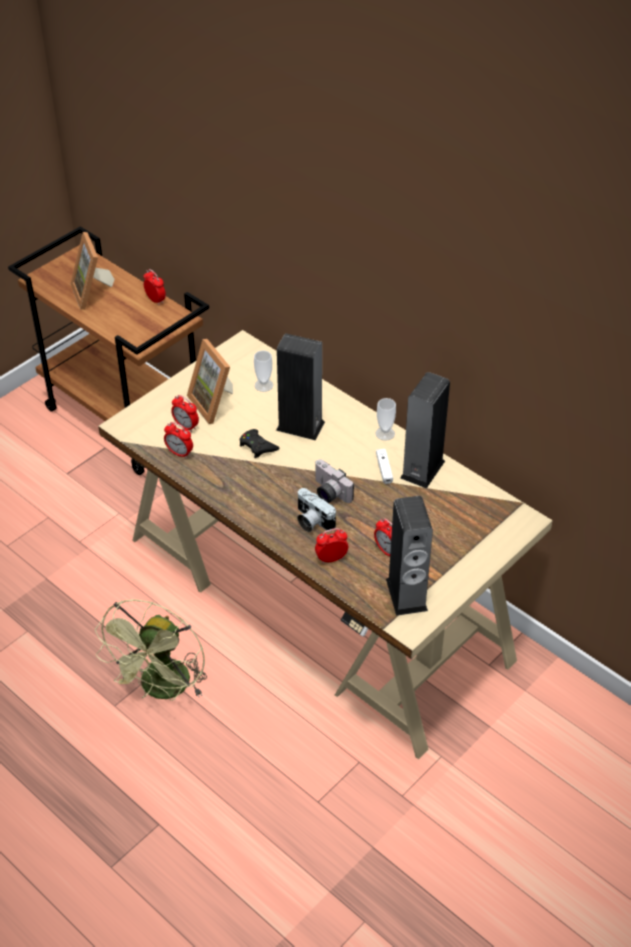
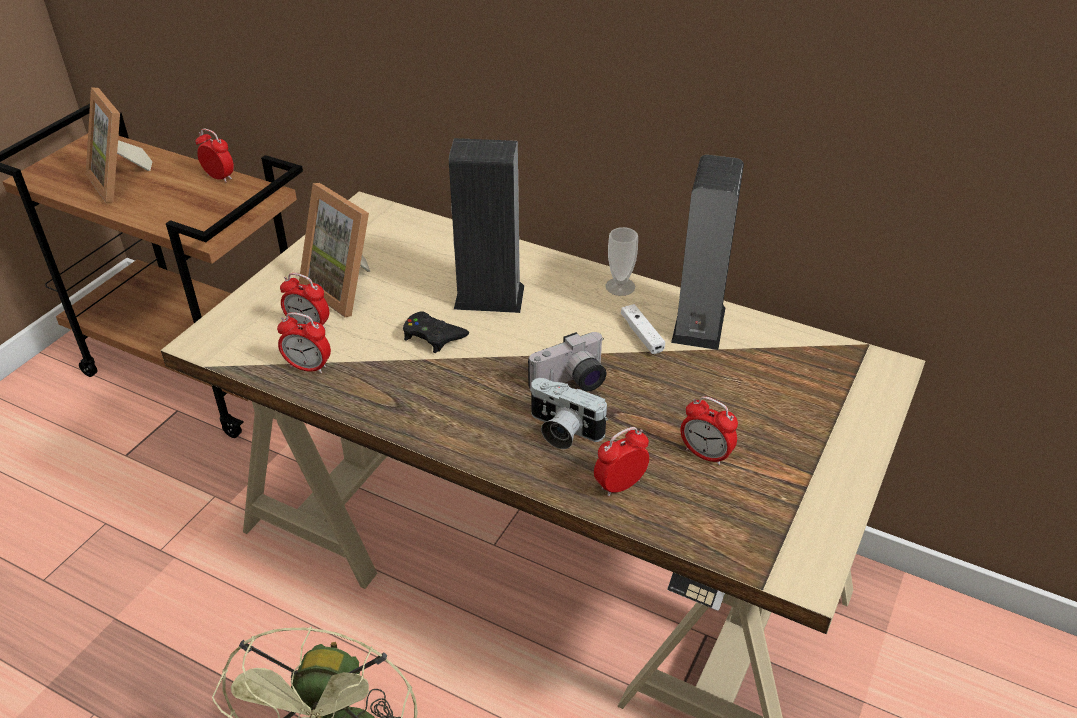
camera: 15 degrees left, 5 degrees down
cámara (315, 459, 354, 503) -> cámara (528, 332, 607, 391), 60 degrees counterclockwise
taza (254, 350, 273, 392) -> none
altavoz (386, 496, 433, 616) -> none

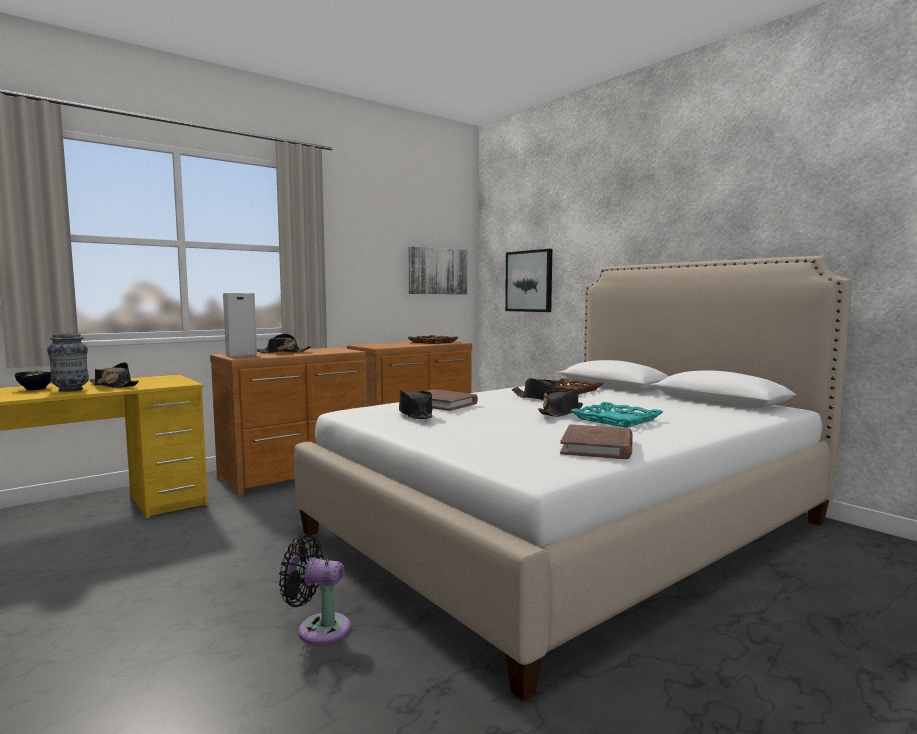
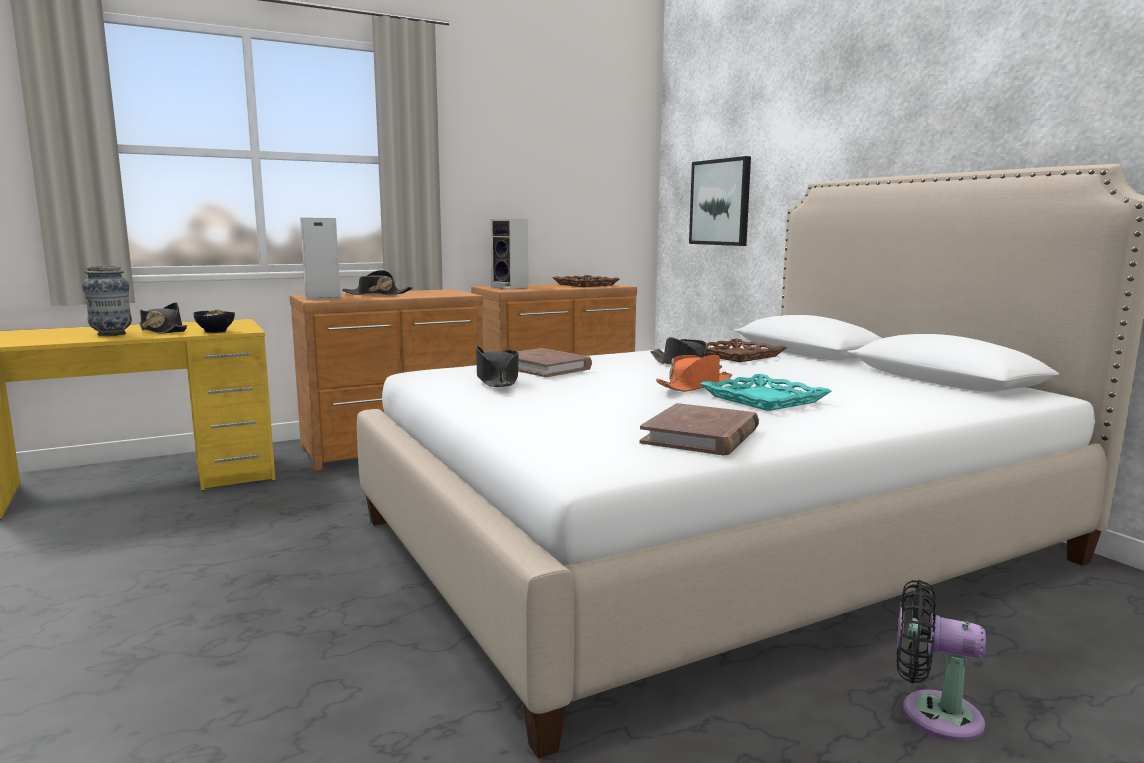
camera: 10 degrees right, 5 degrees up
cuenco (15, 370, 51, 390) -> cuenco (193, 310, 235, 333), shifted
none -> altavoz (490, 220, 528, 289)
sombrero/negro (538, 389, 583, 417) -> sombrero/naranja (656, 355, 732, 392)
ventilador/negro (279, 534, 351, 645) -> ventilador/negro (897, 580, 986, 742), shifted
cuadro (408, 246, 467, 294) -> none

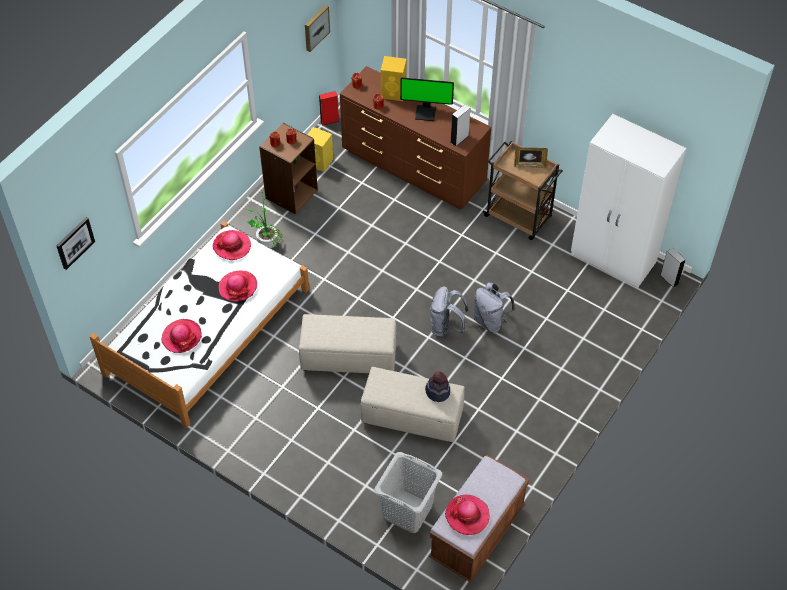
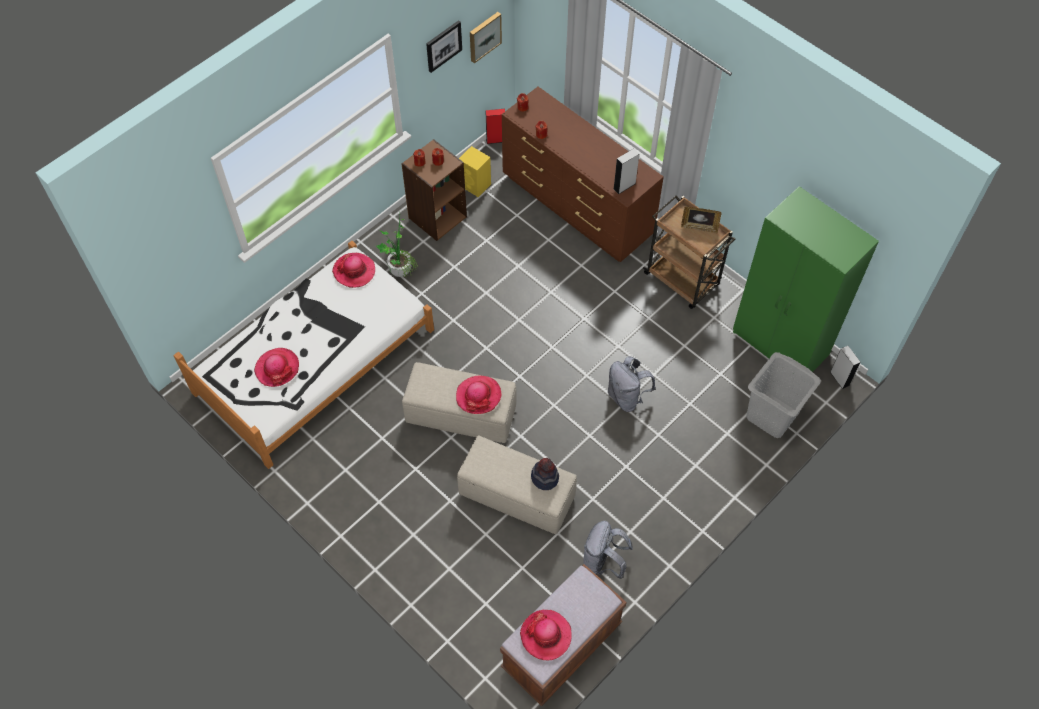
camera: 10 degrees right, 5 degrees up
cuadro (56, 217, 95, 270) -> cuadro (426, 20, 462, 73), shifted
sombrero (218, 271, 257, 301) -> sombrero (456, 376, 501, 414), shifted
mochila/gris (430, 286, 469, 337) -> mochila/gris (583, 521, 633, 579), shifted
armario ropero/blanco (571, 114, 686, 289) -> armario ropero/verde (733, 186, 879, 372)
cesto de la ropa/gris (374, 452, 442, 533) -> cesto de la ropa/gris (746, 352, 821, 438), shifted
altavoz/amarillo (381, 56, 406, 101) -> none
monitor (400, 77, 454, 121) -> none

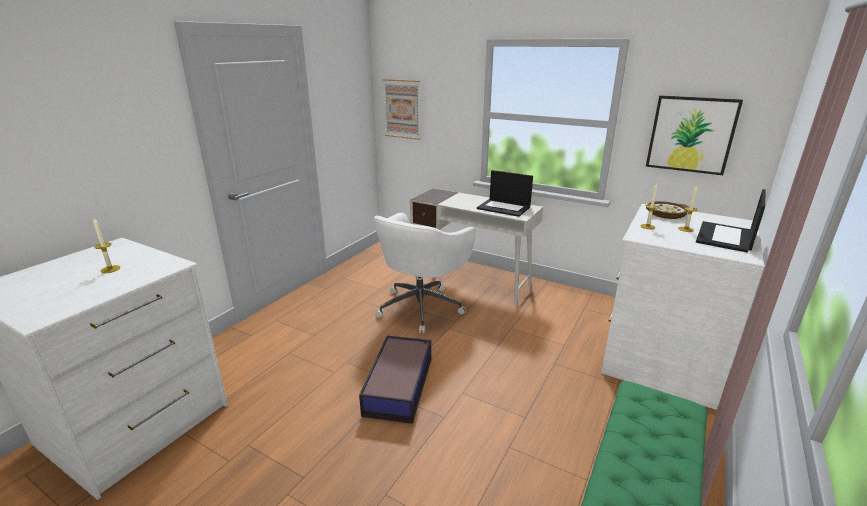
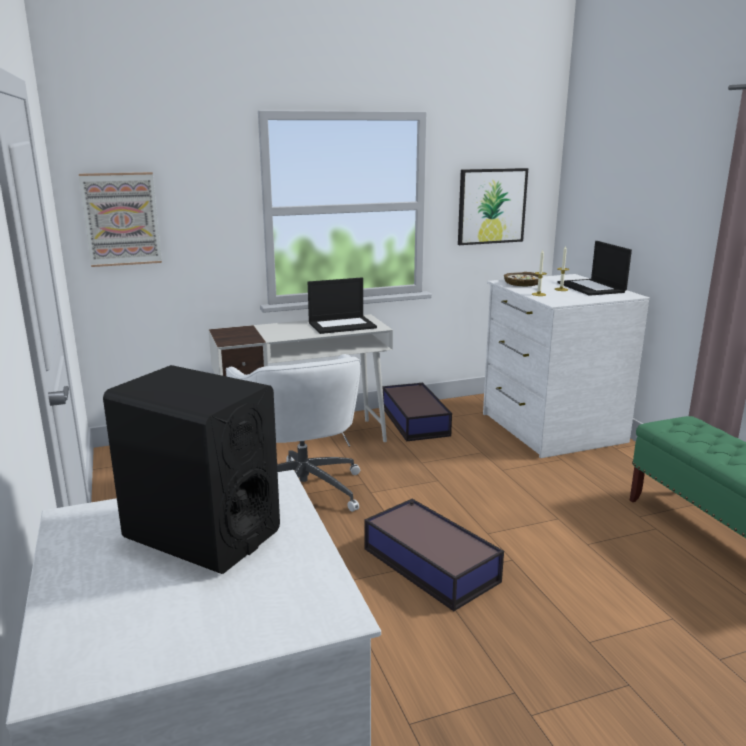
camera: 50 degrees left, 5 degrees down
vela (93, 218, 121, 273) -> altavoz/negro (103, 365, 280, 574)
none -> caja de almacenaje (382, 383, 452, 442)

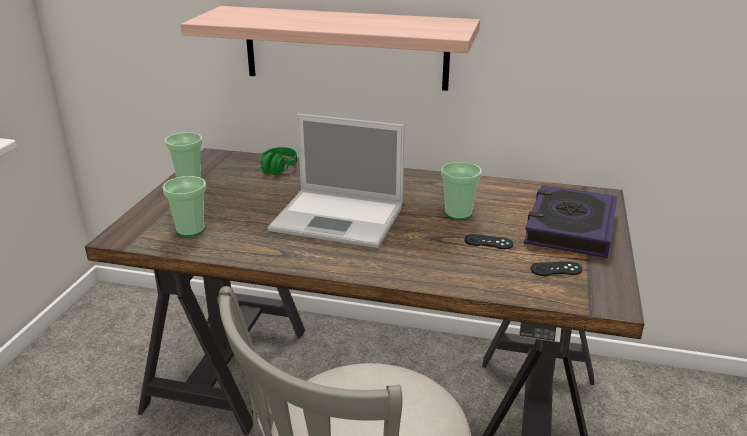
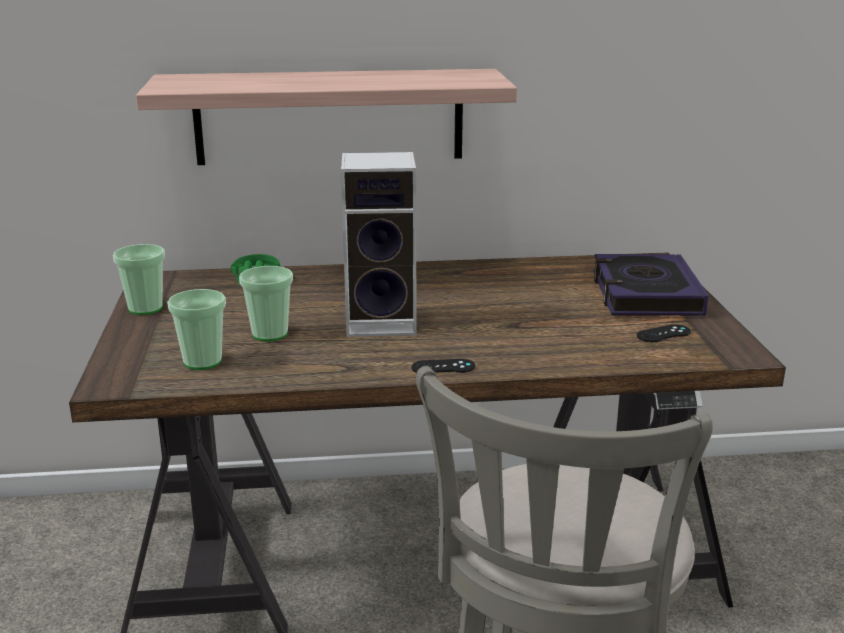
camera: 20 degrees left, 5 degrees down
taza (441, 162, 482, 220) -> taza (239, 266, 293, 341), shifted
portátil (267, 113, 405, 248) -> altavoz (341, 152, 417, 337)
mando de consola/negro (464, 234, 513, 249) -> mando de consola/negro (411, 359, 475, 373), shifted

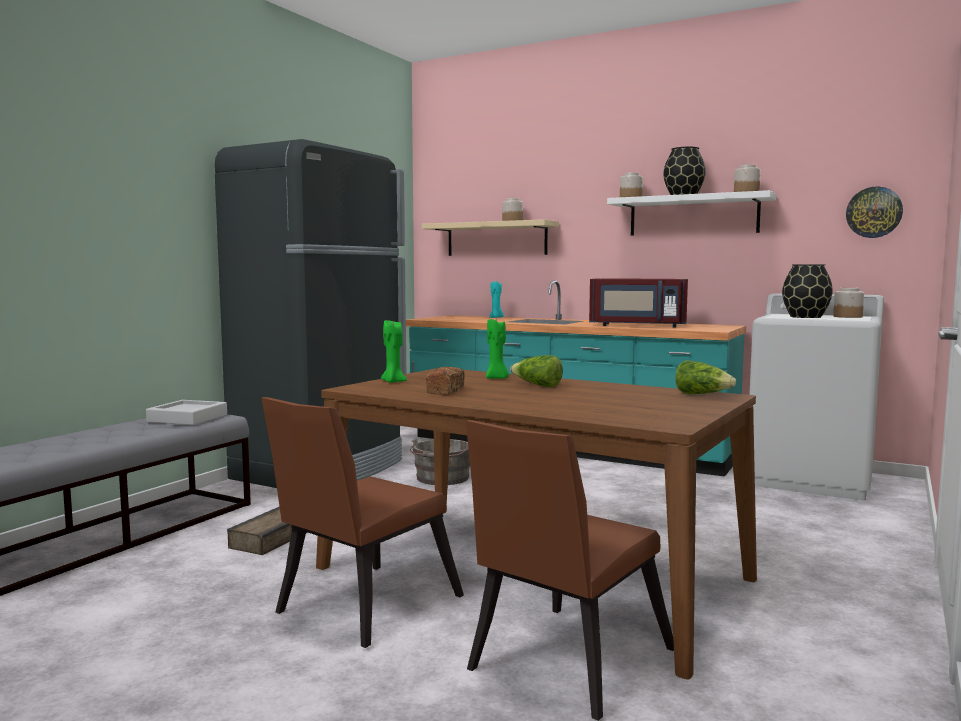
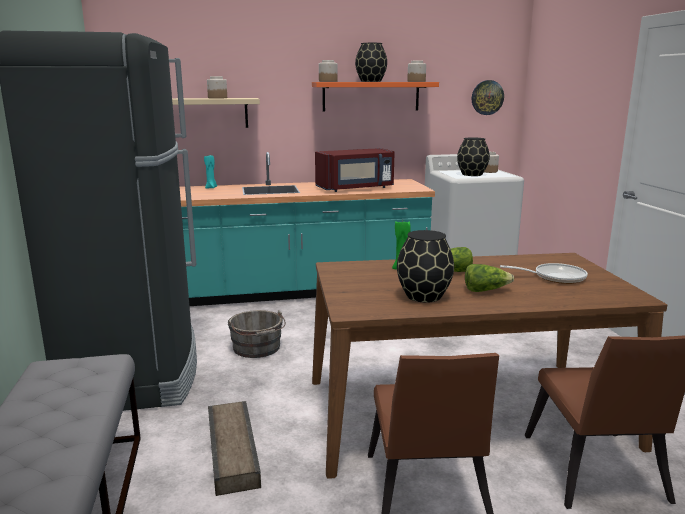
camera: 40 degrees left, 10 degrees up
estante/blanco (607, 190, 776, 236) -> estante/naranja (312, 82, 439, 111)
pan (426, 367, 465, 395) -> florero/negro (397, 230, 454, 303)
lechuga (676, 360, 736, 394) -> lechuga (465, 264, 514, 292), shifted
none -> sartén (500, 263, 588, 284)
bandeja/gris (146, 400, 227, 425) -> none
vela/verde (381, 320, 407, 383) -> none

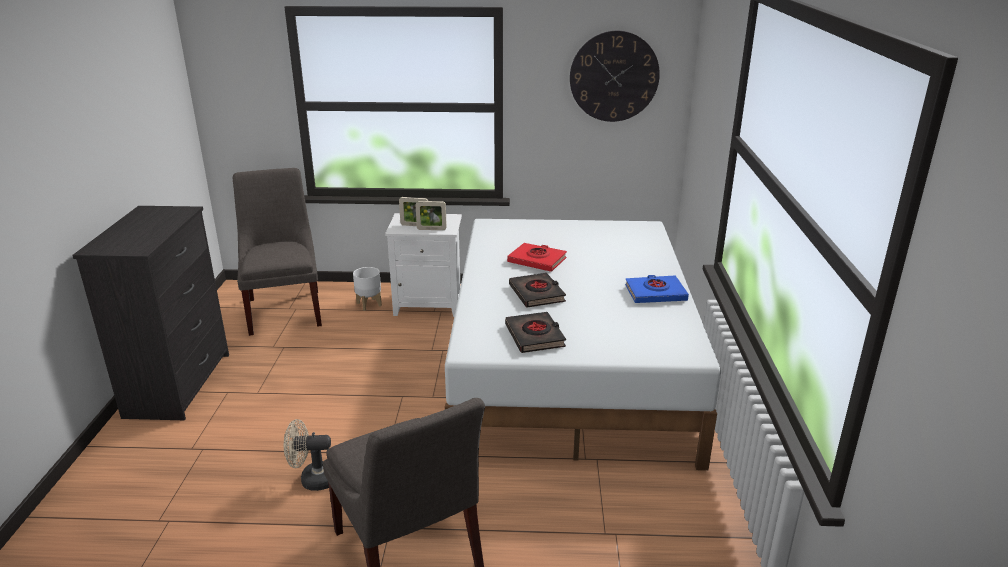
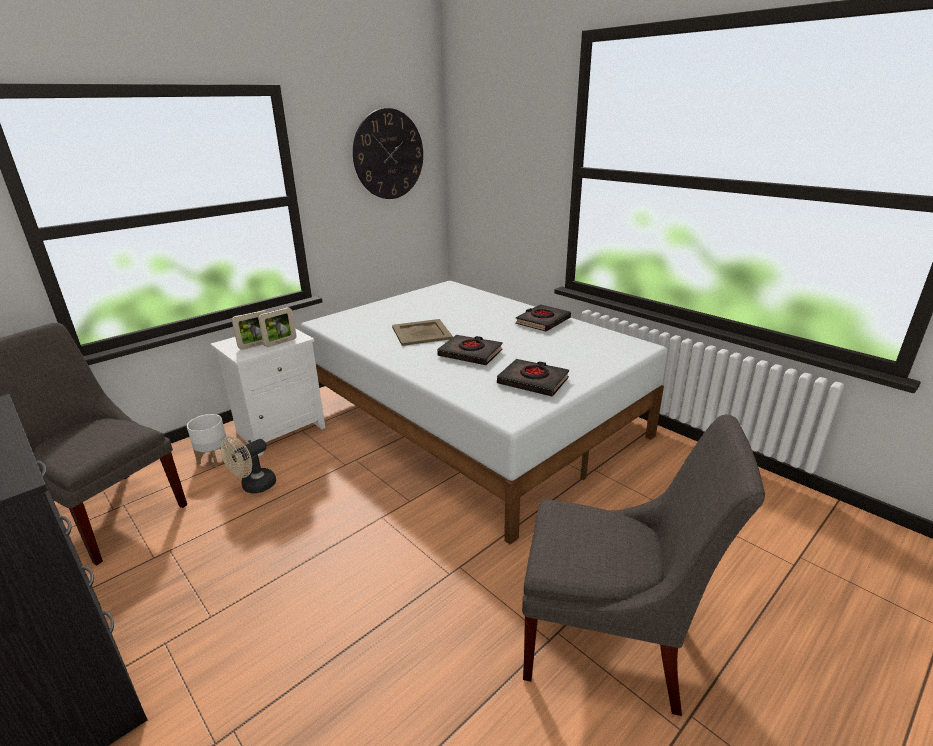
camera: 45 degrees left, 0 degrees up
ventilador/beis (284, 419, 331, 491) -> ventilador/beis (221, 436, 276, 494), shifted
libro/rojo (507, 243, 567, 272) -> bandeja/beis (392, 319, 453, 346)
libro/azul (625, 275, 689, 303) -> libro/negro (515, 304, 571, 332)

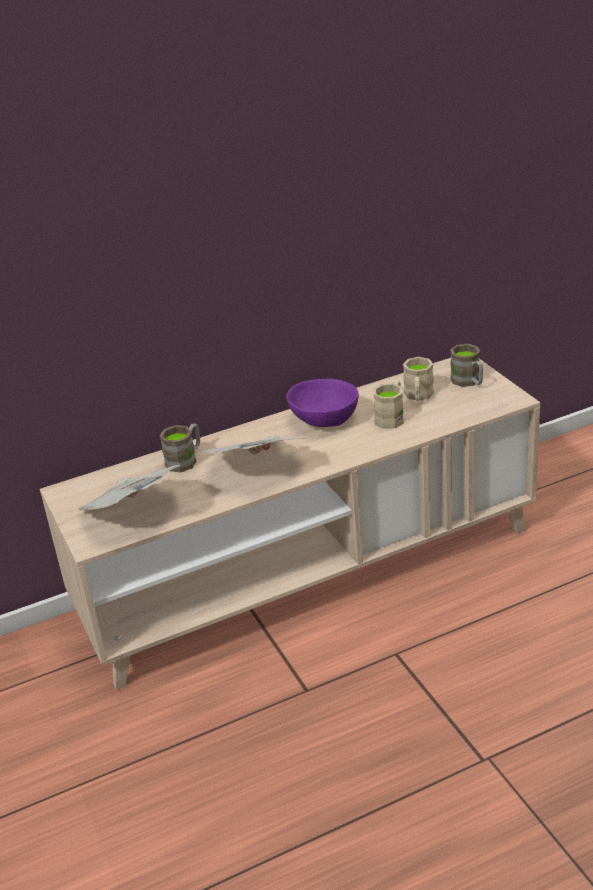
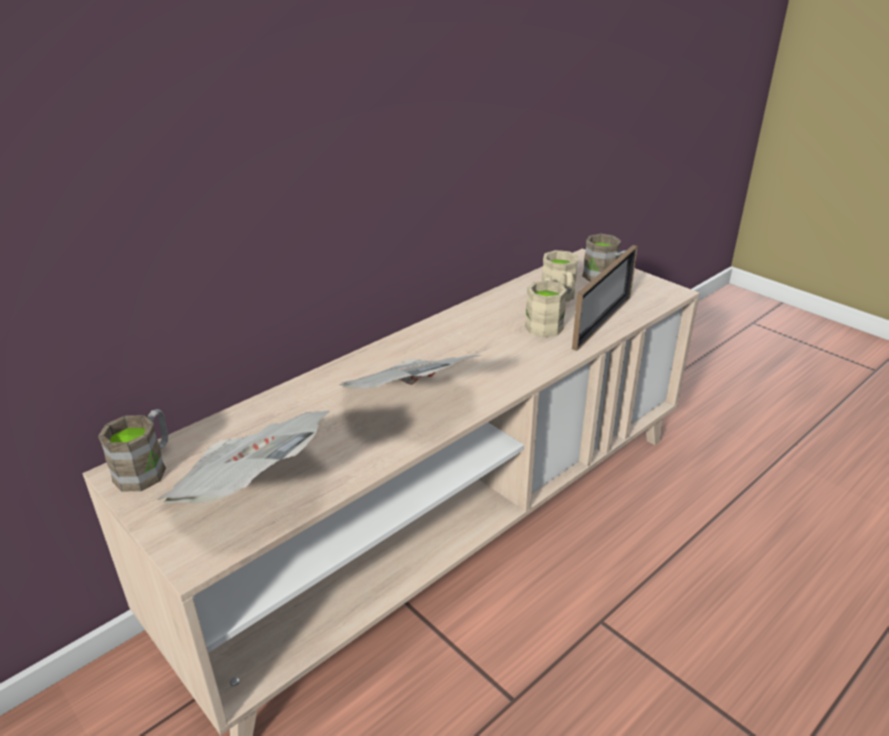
camera: 20 degrees left, 0 degrees up
taza grande/marrón (160, 423, 200, 472) -> taza grande/marrón (98, 409, 168, 492), shifted
none -> portarretratos (572, 245, 638, 351)
cuenco/morado (286, 379, 358, 427) -> none

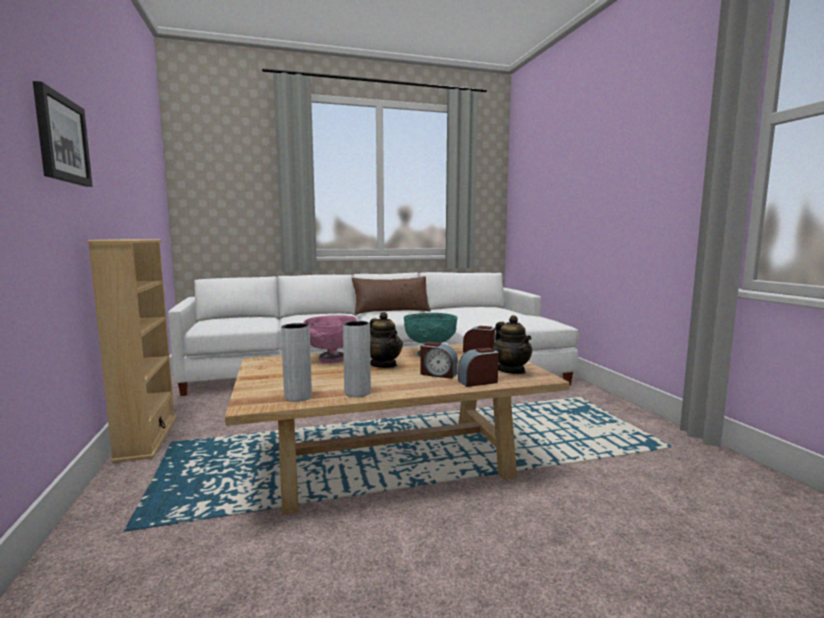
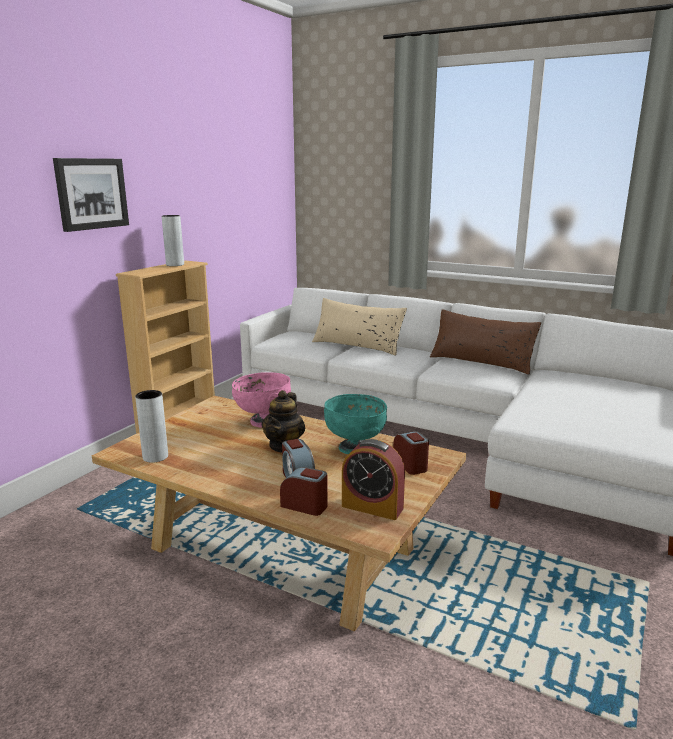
camera: 45 degrees right, 10 degrees up
florero/gris (343, 321, 371, 397) -> florero/gris (162, 215, 184, 266), shifted
none -> cojín/beis (312, 298, 407, 356)
tetera (493, 315, 532, 374) -> despertador (342, 439, 405, 520)

